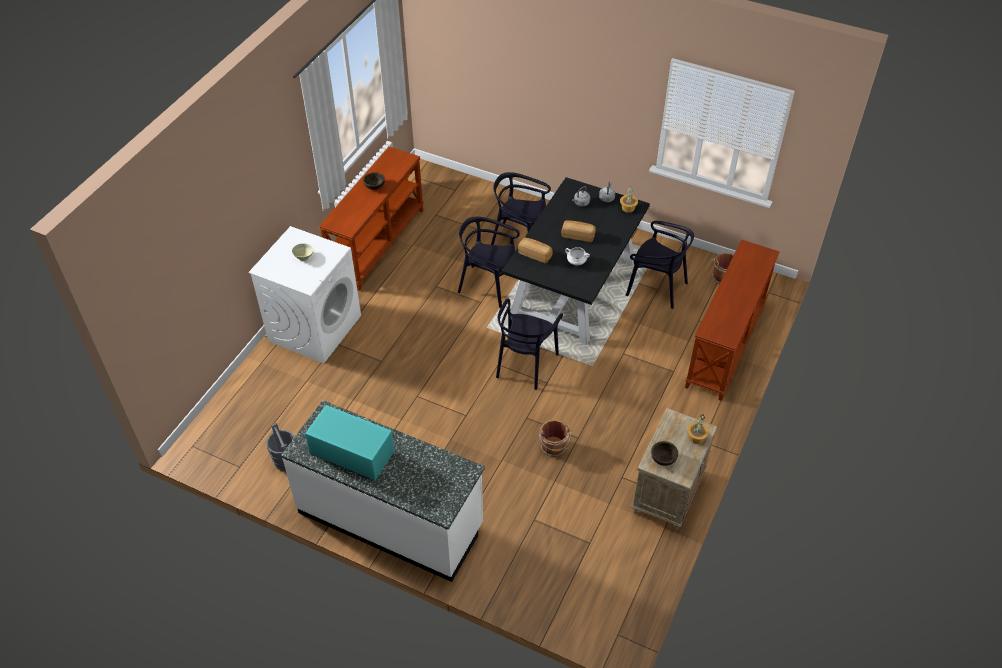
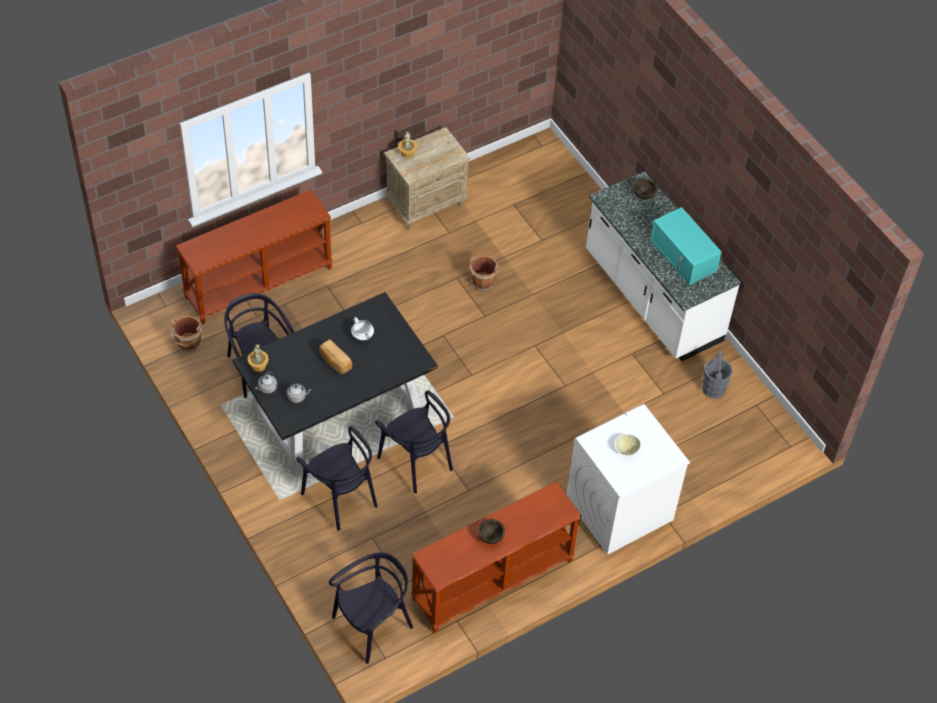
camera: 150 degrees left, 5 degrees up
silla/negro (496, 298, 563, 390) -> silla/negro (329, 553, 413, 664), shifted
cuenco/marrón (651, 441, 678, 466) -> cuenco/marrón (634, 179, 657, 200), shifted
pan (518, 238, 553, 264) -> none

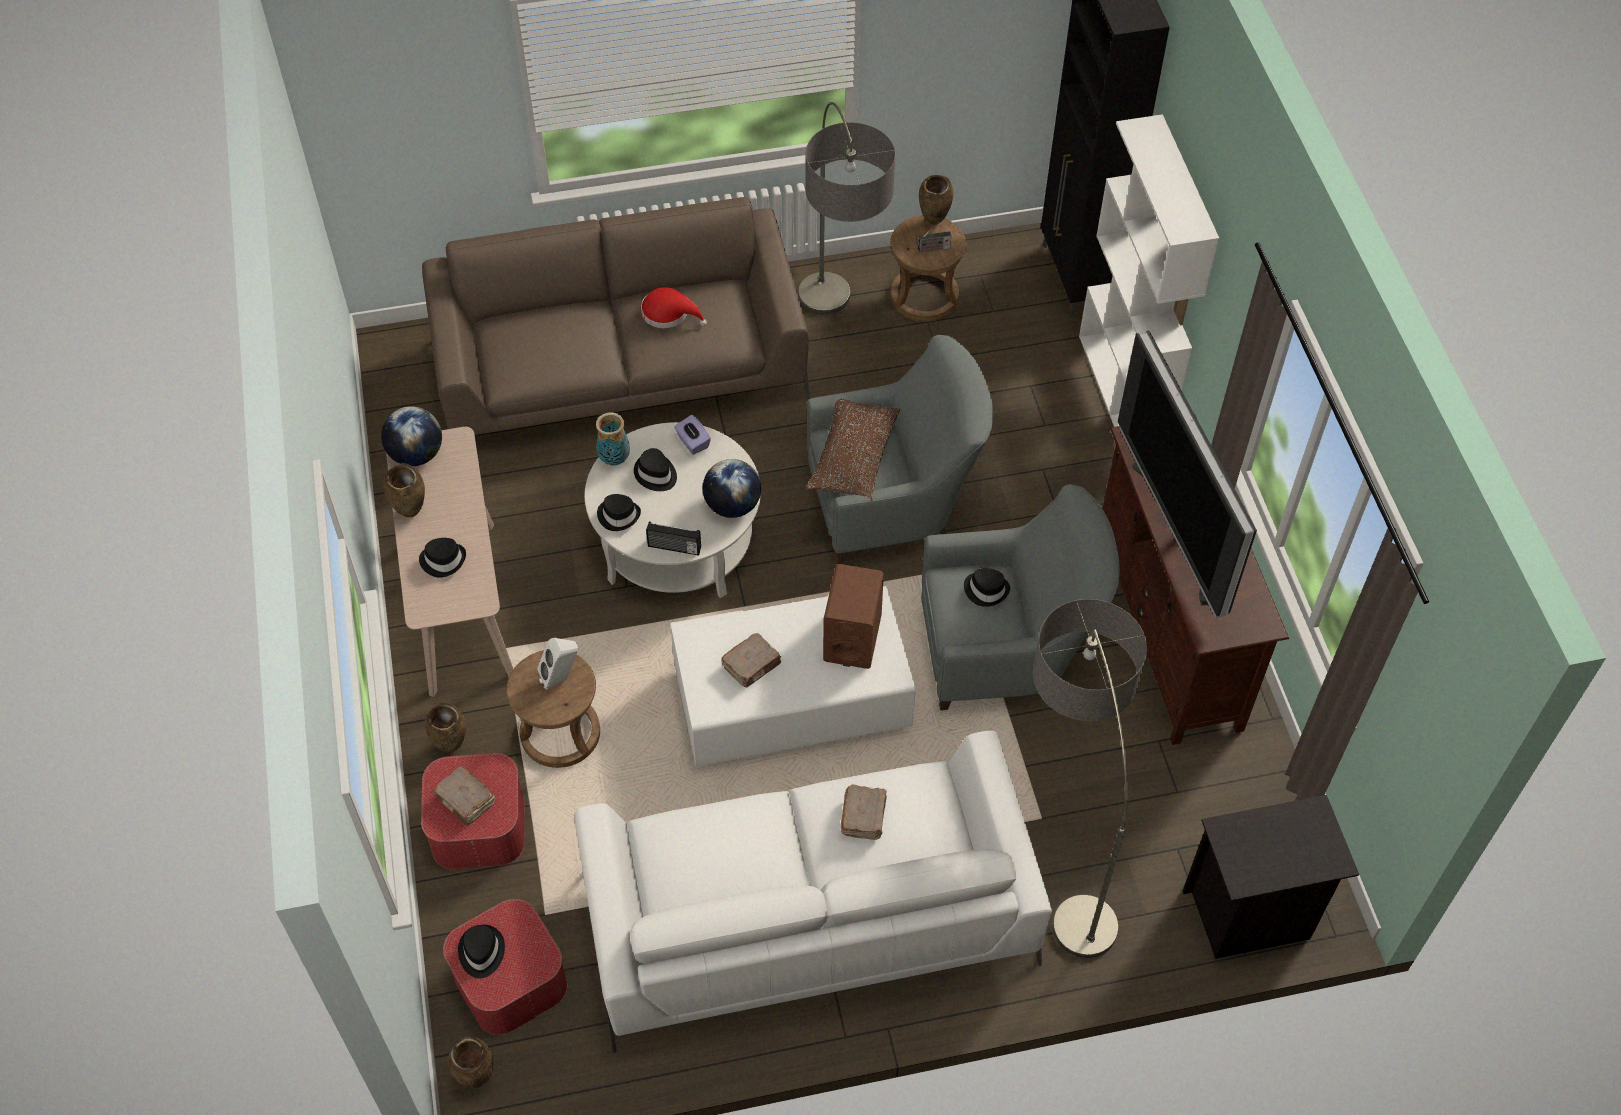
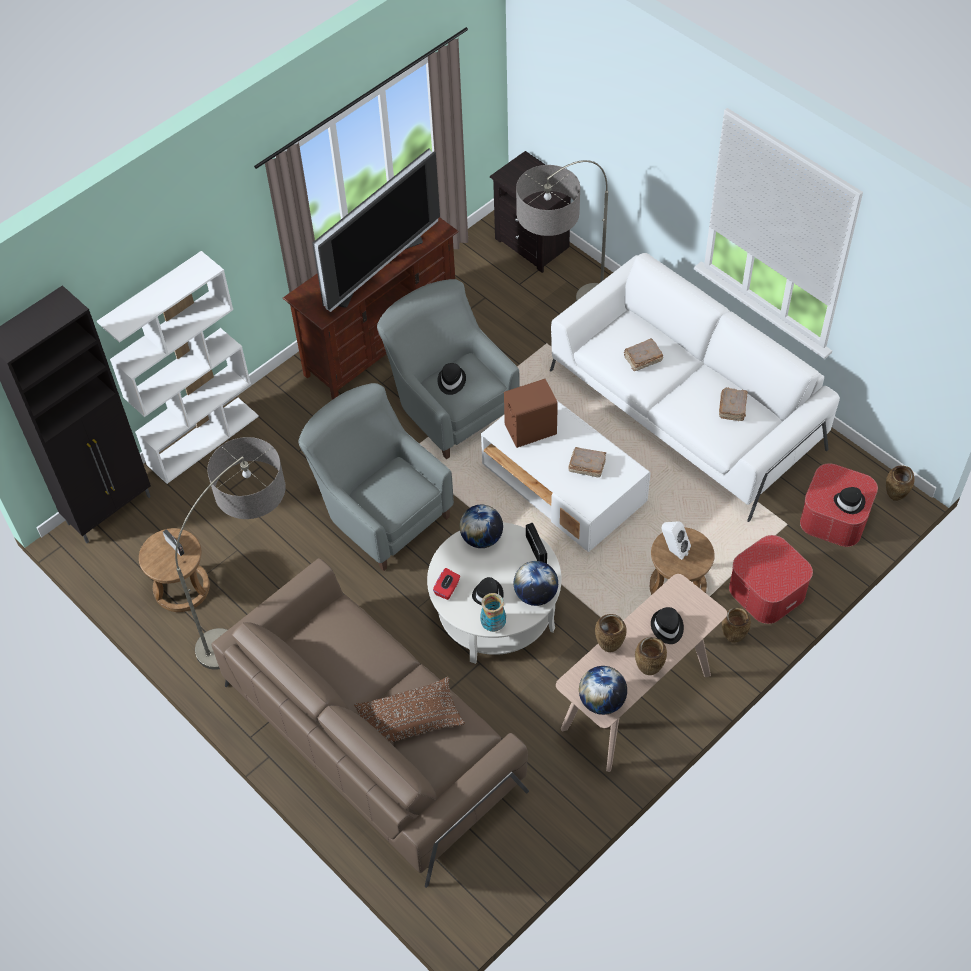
camera: 120 degrees left, 0 degrees up
cojín/marrón (806, 398, 900, 501) -> cojín/marrón (354, 677, 465, 743), shifted
caja de pañuelos/morado (674, 414, 711, 455) -> caja de pañuelos/rojo (433, 568, 461, 600)
sombrero/negro (597, 494, 641, 531) -> globo terráqueo (514, 561, 558, 606)
florero/marrón (919, 175, 953, 225) -> florero/marrón (595, 614, 627, 652), shifted
libro/marrón (432, 766, 495, 826) -> libro/marrón (719, 388, 748, 421), shifted
sombrero/rojo (641, 287, 707, 328) -> none

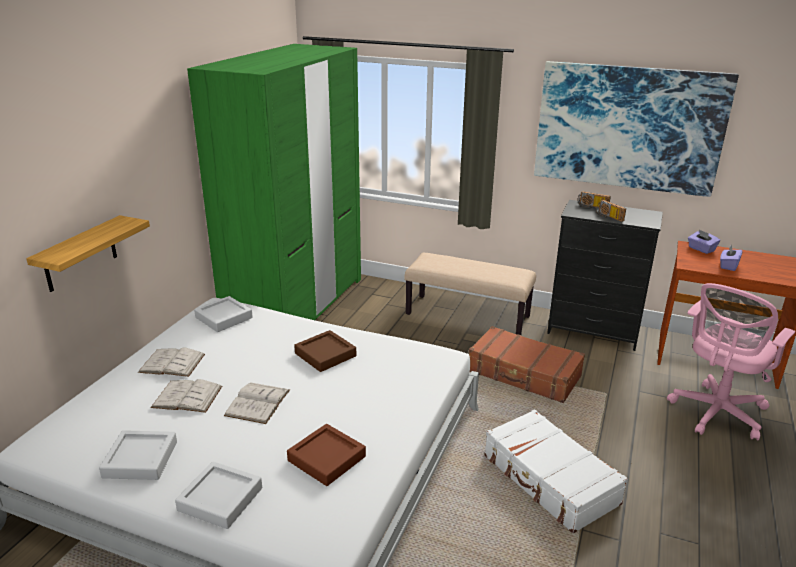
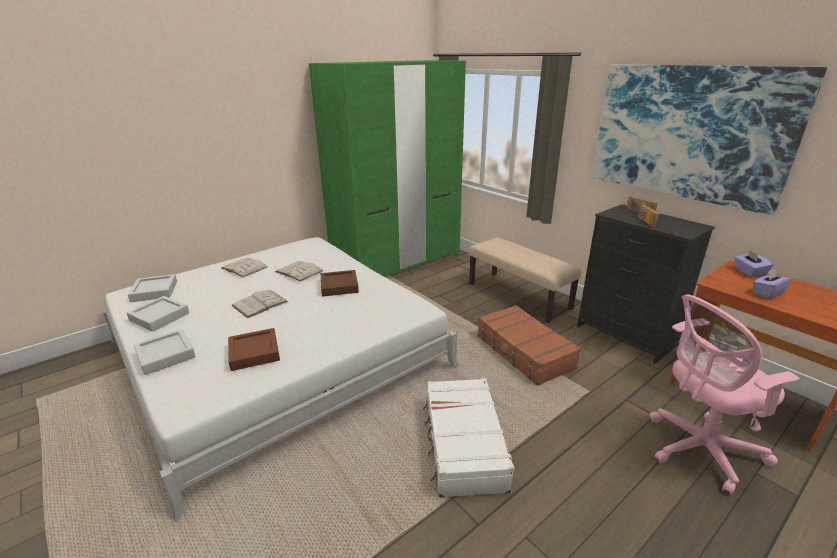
camera: 30 degrees right, 0 degrees up
bandeja/gris (194, 296, 253, 332) -> bandeja/gris (128, 274, 177, 302), shifted
libro/blanco (150, 379, 222, 413) -> libro/blanco (275, 261, 323, 281), shifted
estante (26, 215, 150, 292) -> none

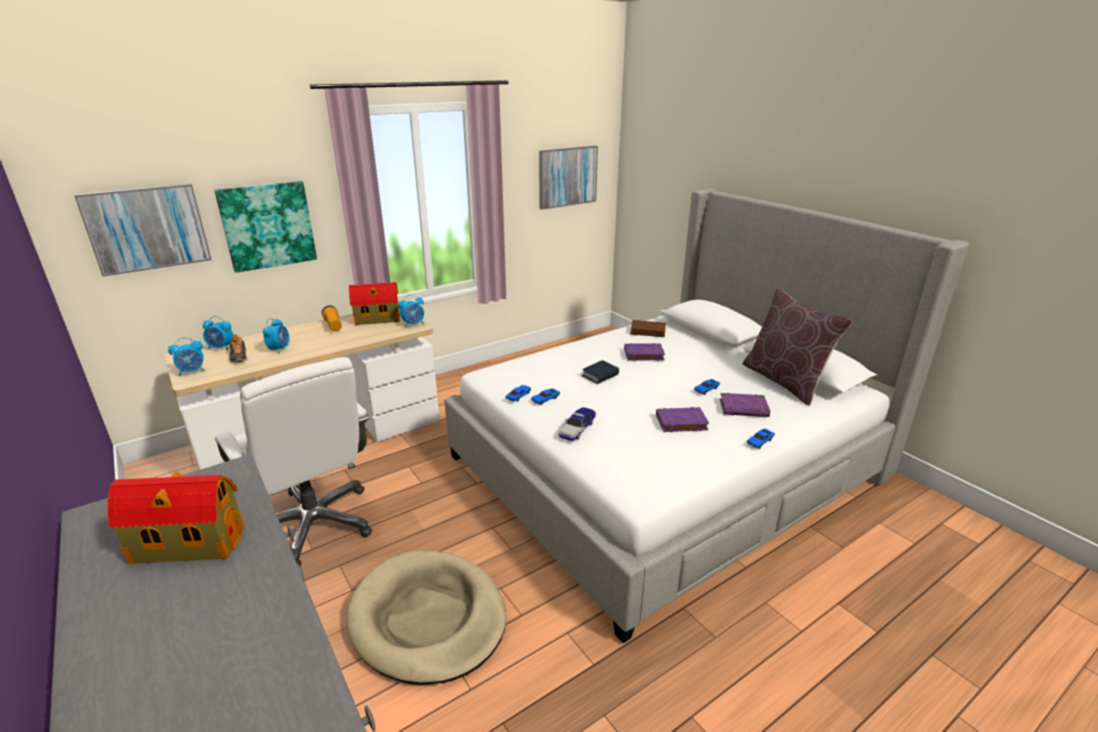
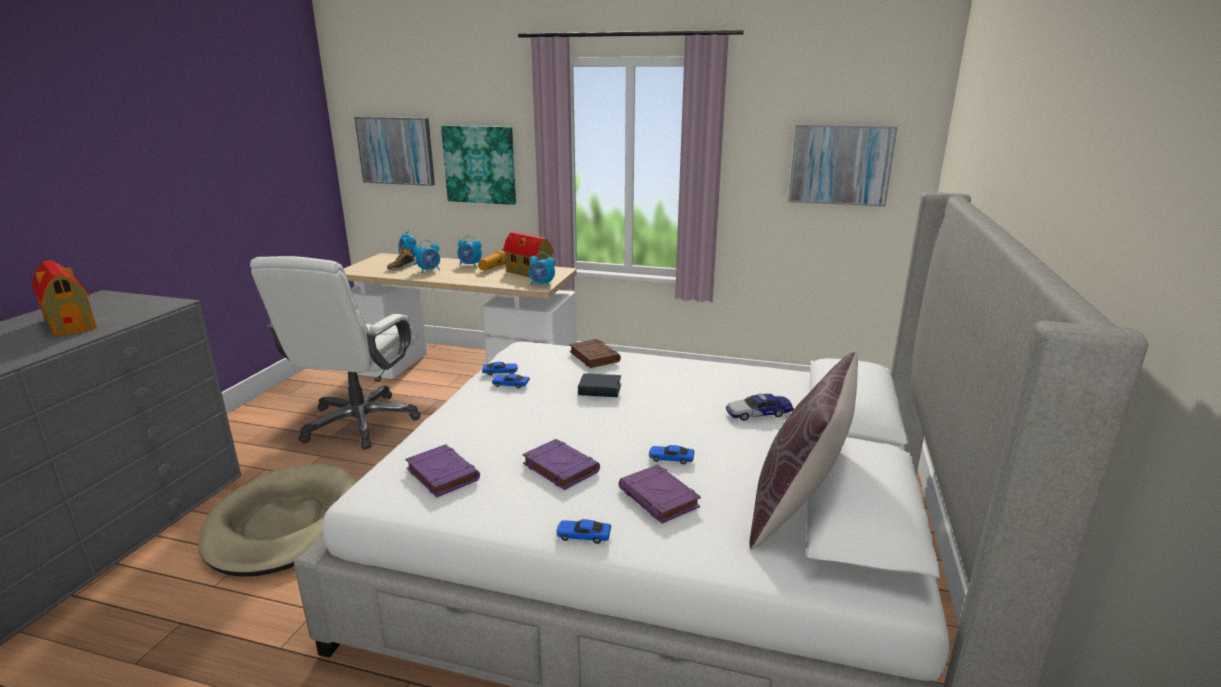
camera: 50 degrees right, 5 degrees down
libro/morado (624, 343, 665, 361) -> libro/morado (406, 444, 480, 497), shifted
despertador (168, 338, 205, 376) -> despertador (457, 235, 482, 267), shifted
libro/marrón (630, 320, 666, 337) -> libro/marrón (569, 339, 621, 368), shifted
coche de juguete (558, 408, 596, 441) -> coche de juguete (726, 394, 794, 421), shifted

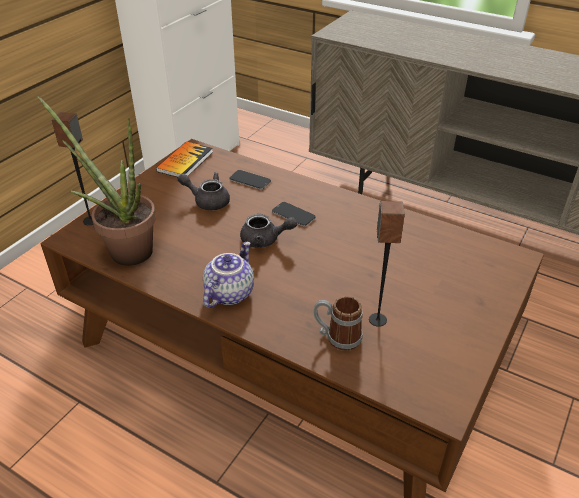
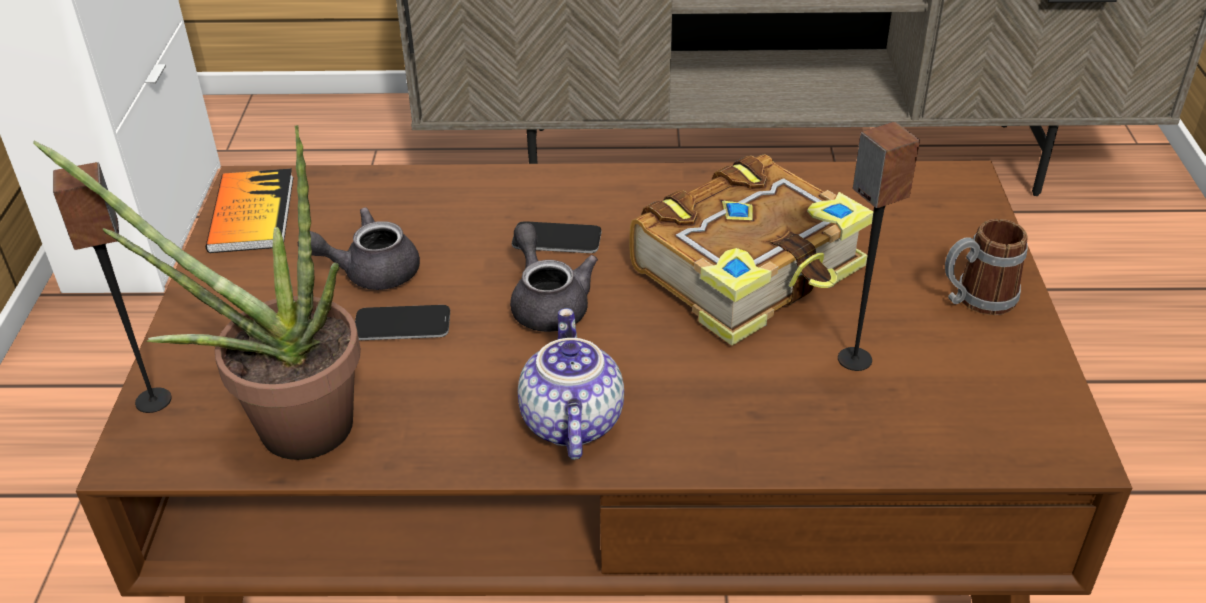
camera: 30 degrees left, 0 degrees up
móvil (229, 170, 271, 190) -> móvil (355, 305, 450, 340), shifted
tetera/gris (240, 214, 297, 248) -> tetera/gris (510, 223, 598, 332), 90 degrees counterclockwise
none -> libro (629, 154, 873, 346)
taza grande (313, 296, 363, 351) -> taza grande (945, 219, 1028, 315), shifted

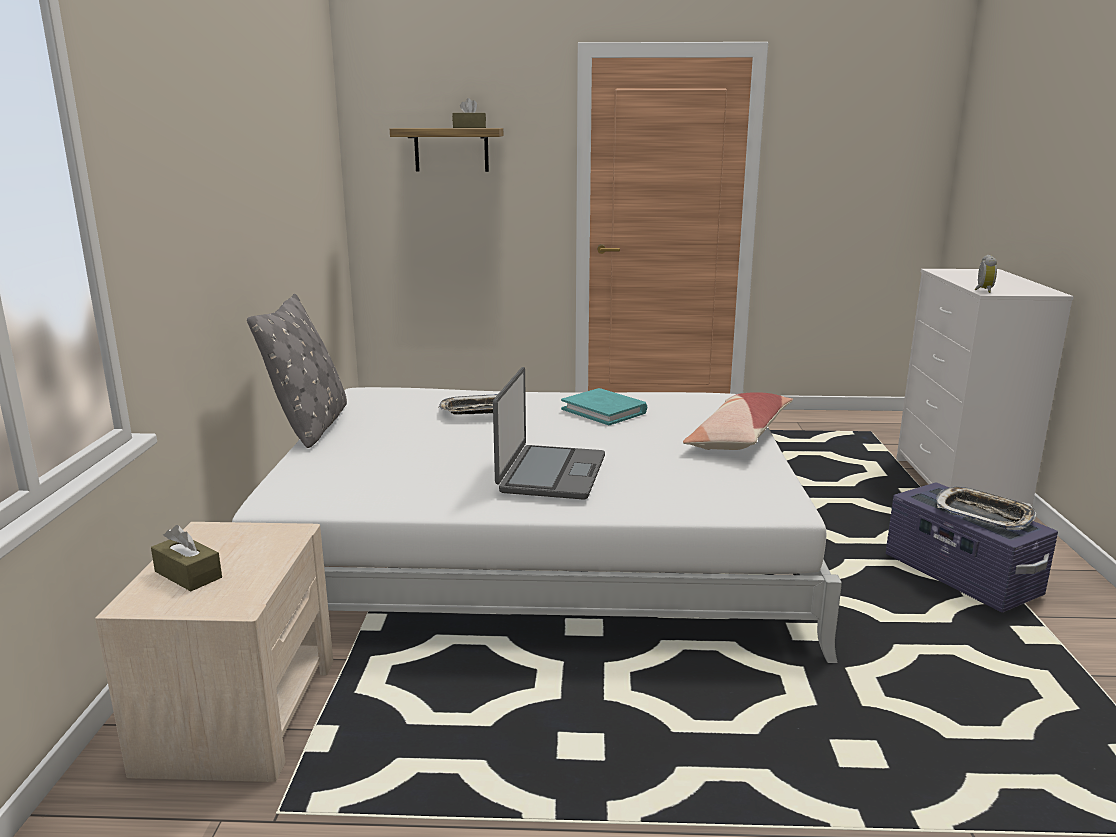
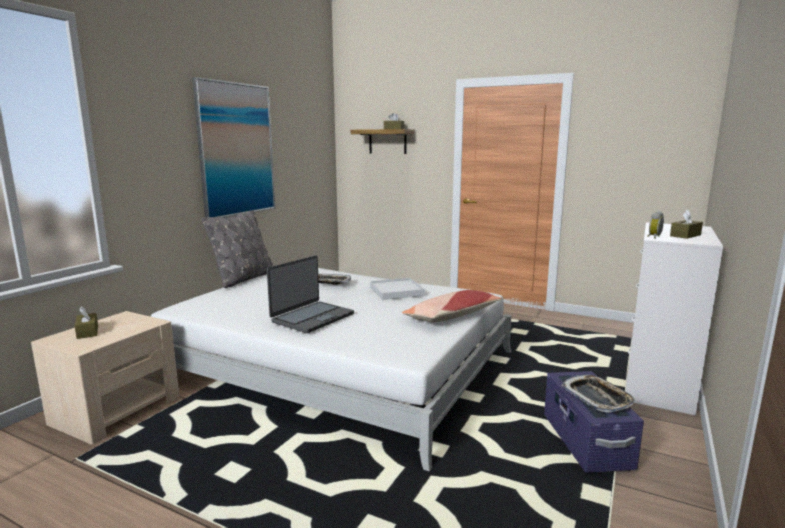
camera: 25 degrees right, 5 degrees down
none -> cuadro (192, 77, 275, 218)
libro/turquesa (561, 388, 647, 425) -> bandeja/blanco (370, 278, 425, 300)
none -> caja de pañuelos/marrón (670, 209, 703, 239)

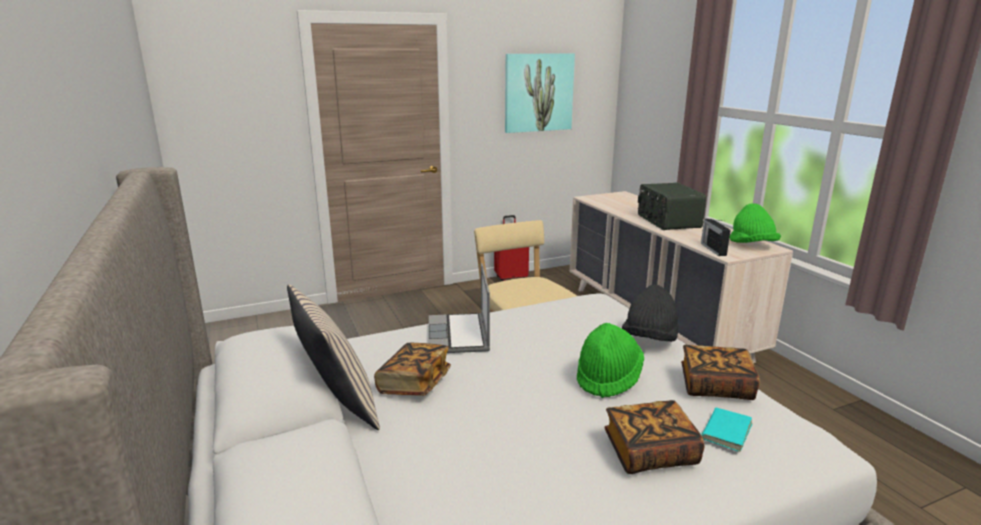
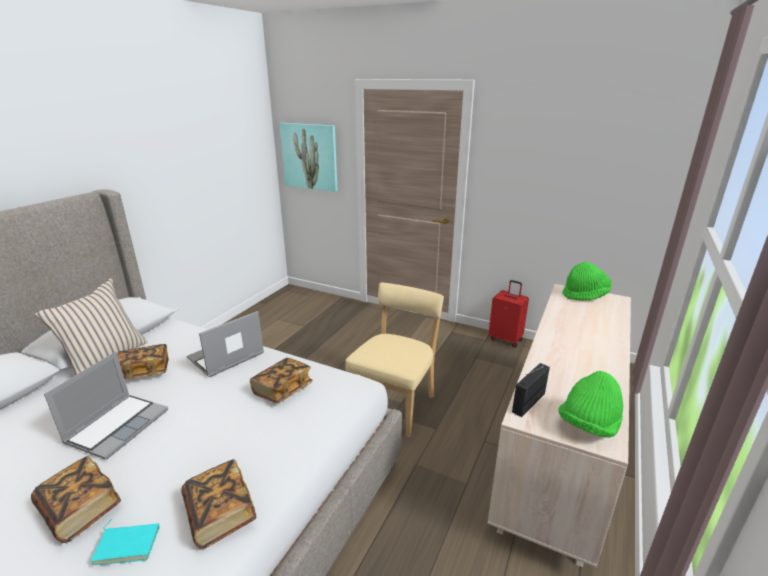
camera: 50 degrees right, 5 degrees up
none -> portátil (44, 352, 168, 460)
none -> libro (250, 358, 312, 403)
cuadro (505, 53, 575, 133) -> cuadro (280, 123, 338, 192), shifted
sombrero/verde (577, 323, 644, 398) -> sombrero/verde (563, 262, 612, 301), shifted
sombrero/negro (622, 284, 678, 342) -> none
radio (638, 182, 706, 230) -> none

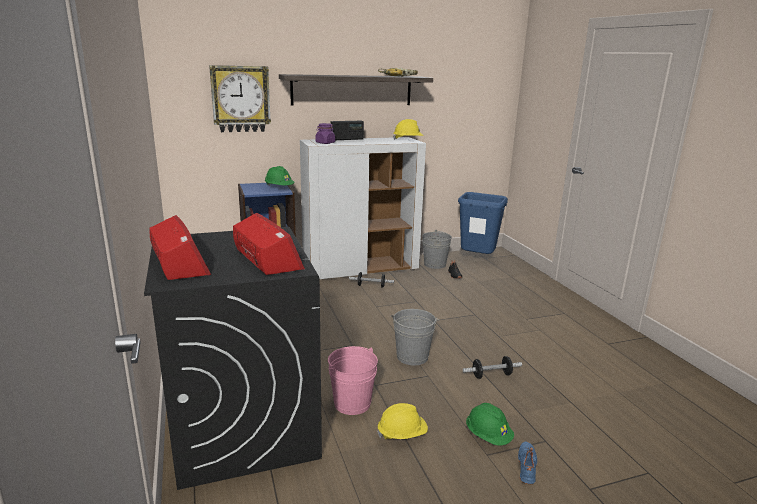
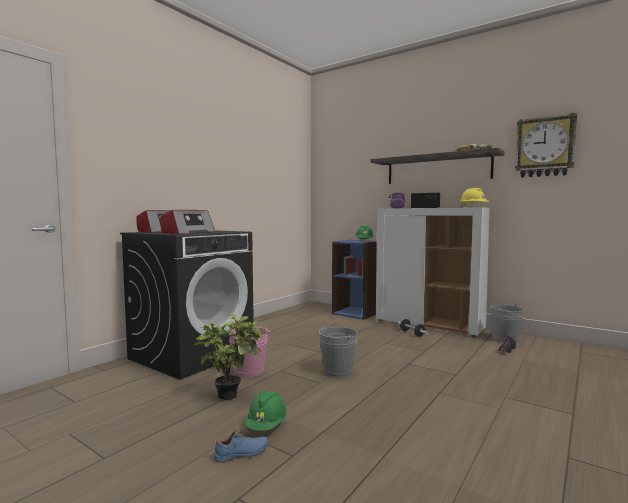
camera: 55 degrees right, 15 degrees down
casco/amarillo (377, 403, 428, 439) -> planta en maceta (194, 313, 263, 400)
reloj de pared (209, 65, 271, 132) -> reloj de pared (515, 113, 577, 177), shifted
papelera/azul (458, 192, 508, 254) -> none
mancuerna (463, 356, 522, 379) -> none

